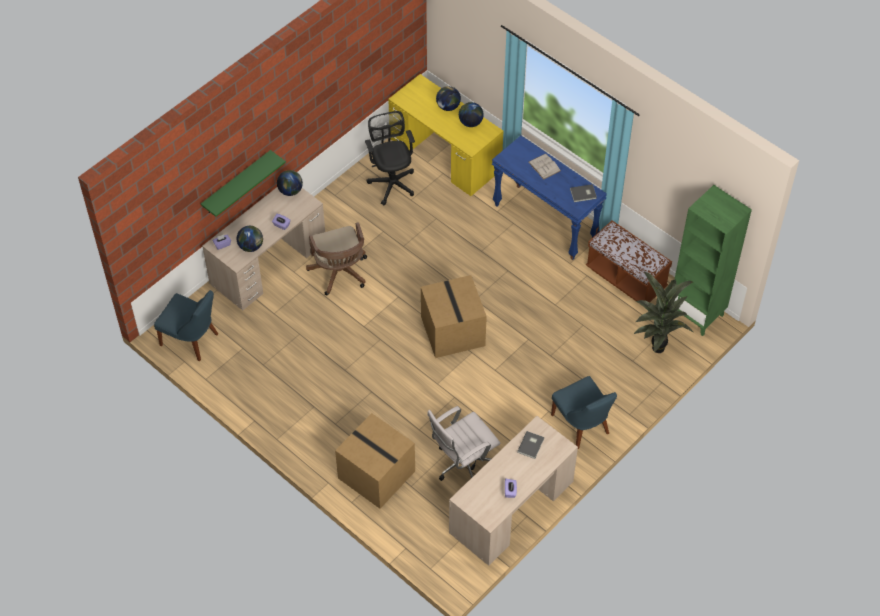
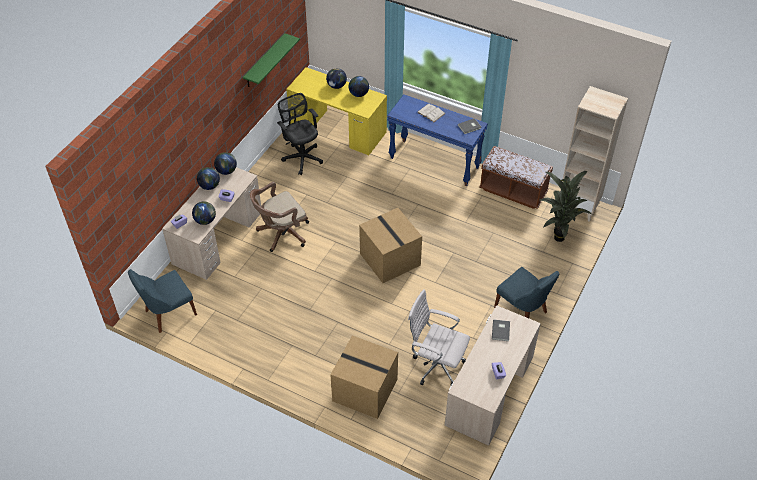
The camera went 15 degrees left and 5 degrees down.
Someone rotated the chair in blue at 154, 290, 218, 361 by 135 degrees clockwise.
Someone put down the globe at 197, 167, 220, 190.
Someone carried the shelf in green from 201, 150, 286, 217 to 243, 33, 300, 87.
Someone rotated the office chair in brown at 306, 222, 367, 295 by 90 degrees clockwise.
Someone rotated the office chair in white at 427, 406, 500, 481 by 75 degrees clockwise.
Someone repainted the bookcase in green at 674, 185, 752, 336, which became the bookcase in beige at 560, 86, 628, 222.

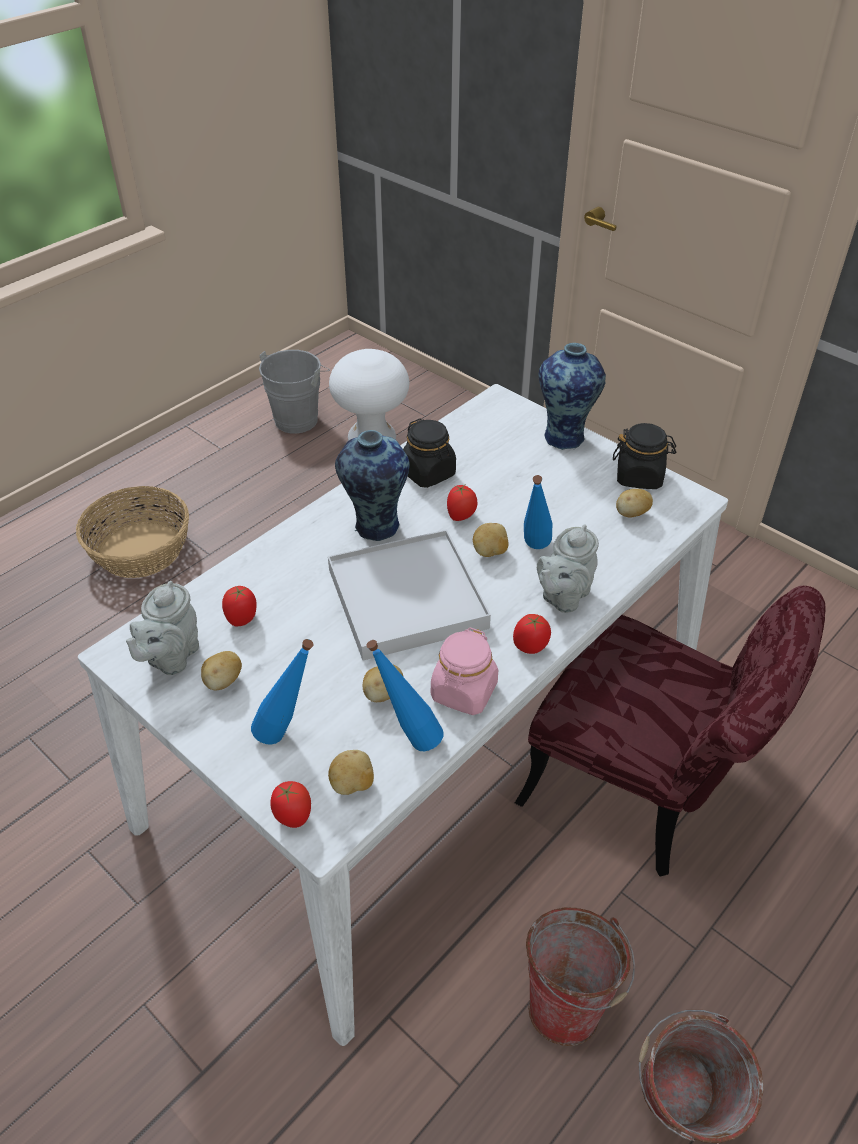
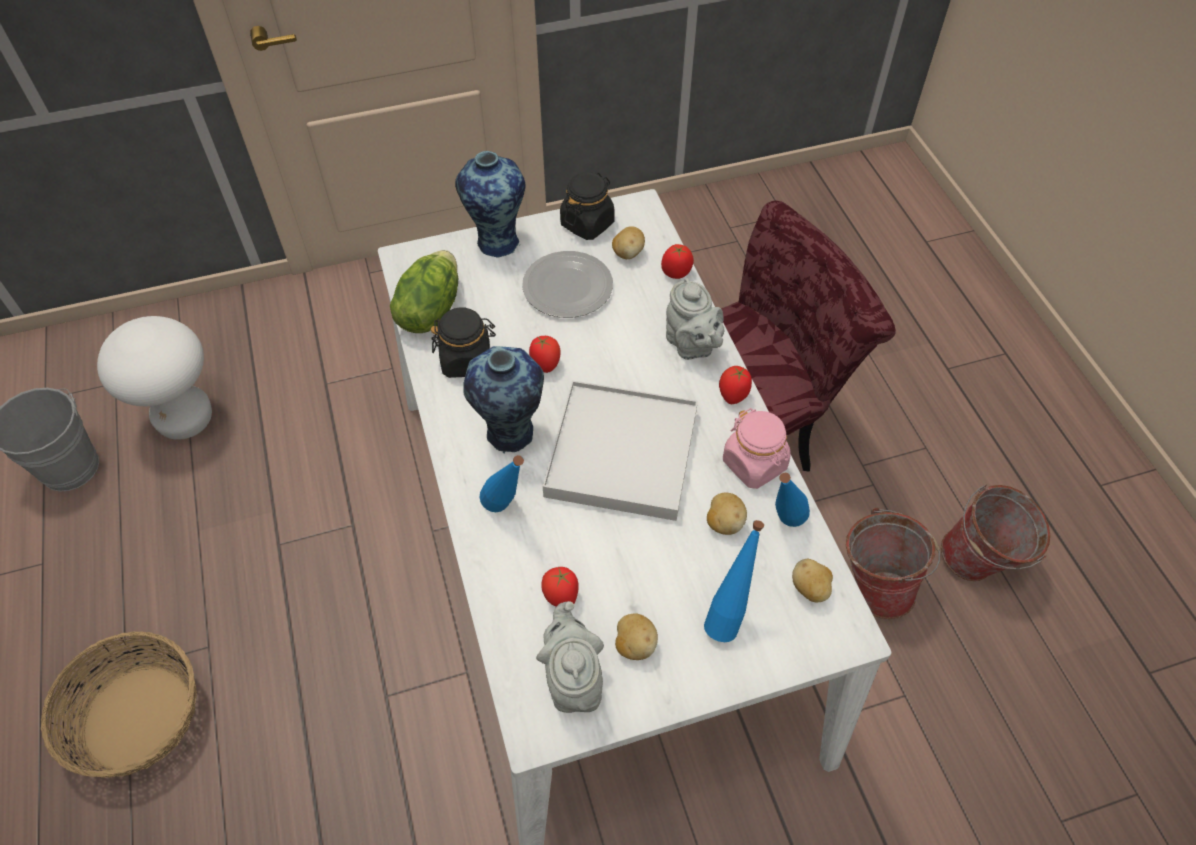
The camera went 60 degrees left and 10 degrees up.
Someone put down the lettuce at 390, 250, 458, 333.
Someone carried the bottle in blue from 524, 475, 552, 549 to 479, 455, 524, 512.
Someone put down the plate at 522, 251, 613, 318.
Someone rotated the teapot in grey at 126, 581, 199, 675 by 150 degrees counterclockwise.
Someone carried the tomato from 270, 781, 311, 828 to 661, 244, 694, 279.
Someone took away the potato at 473, 523, 508, 557.

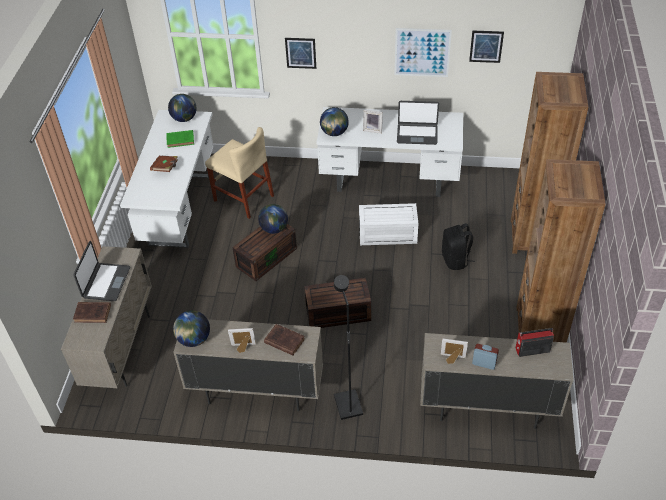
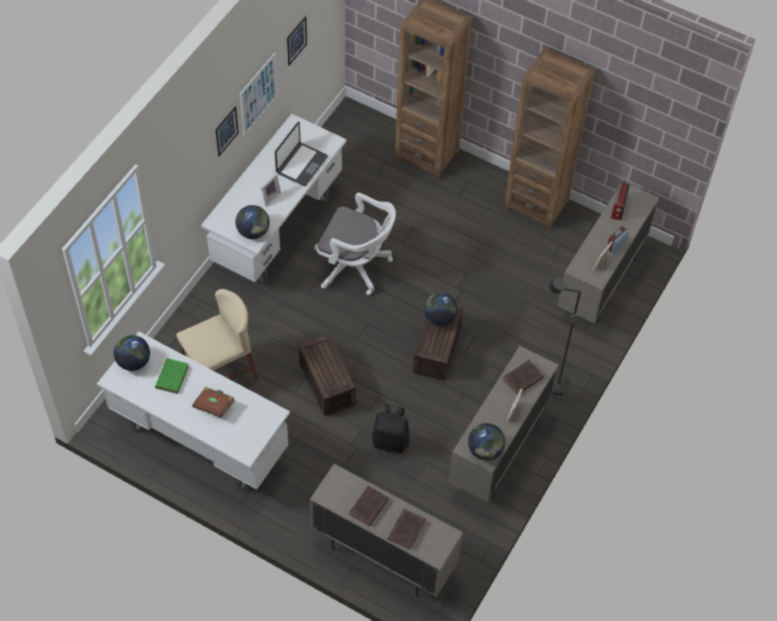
The camera went 70 degrees left and 10 degrees up.
Someone carried the picture from 285, 38, 316, 69 to 215, 106, 239, 156.
Someone swapped the storage box in white at 359, 203, 418, 245 for the office chair in white at 314, 193, 396, 295.
Someone swapped the laptop at 74, 241, 130, 301 for the book in brown at 349, 486, 389, 527.
Someone carried the backpack in black from 442, 223, 475, 270 to 372, 404, 409, 453.
Someone carried the globe from 258, 204, 288, 234 to 424, 293, 458, 326.

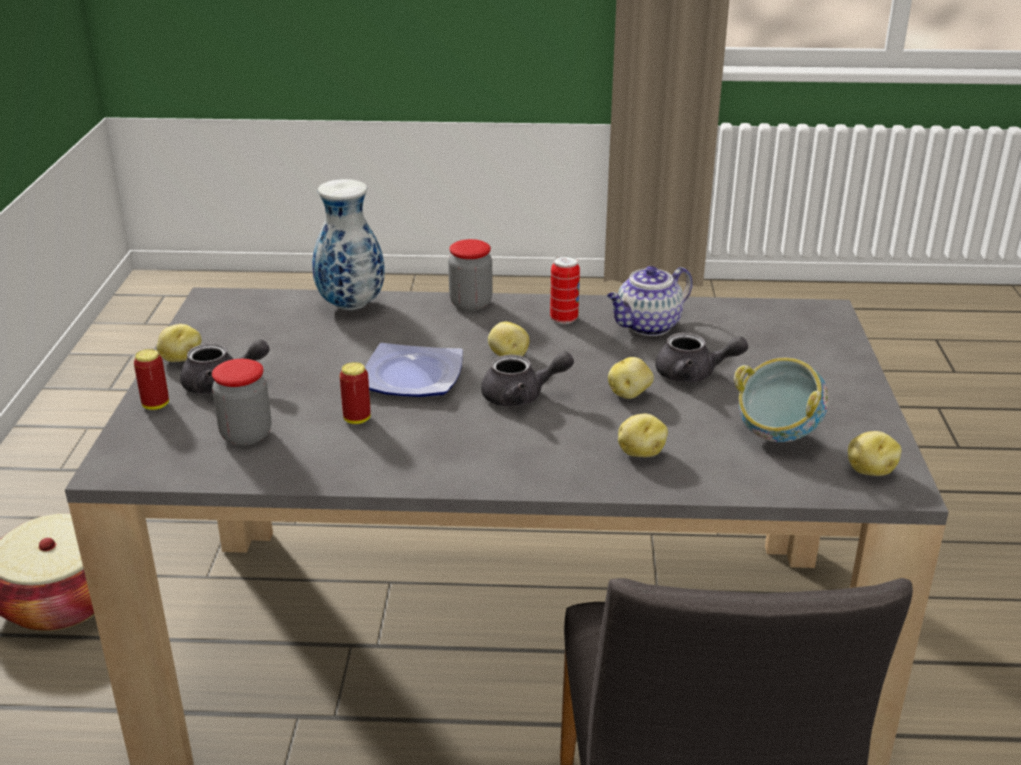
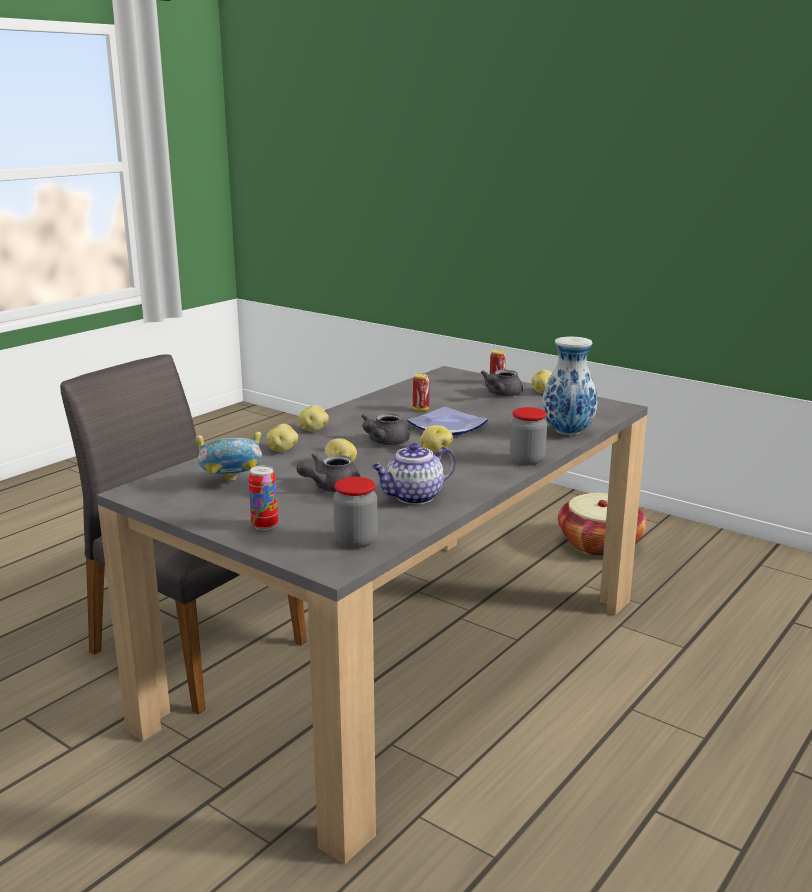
The camera went 125 degrees right and 10 degrees down.
Someone carried the can from 550, 255, 580, 324 to 248, 466, 278, 530.
Someone carried the potato from 848, 431, 901, 476 to 299, 405, 329, 432.
Someone carried the jar from 212, 359, 271, 446 to 333, 477, 378, 548.
Someone rotated the teapot at 607, 266, 693, 336 by 120 degrees counterclockwise.

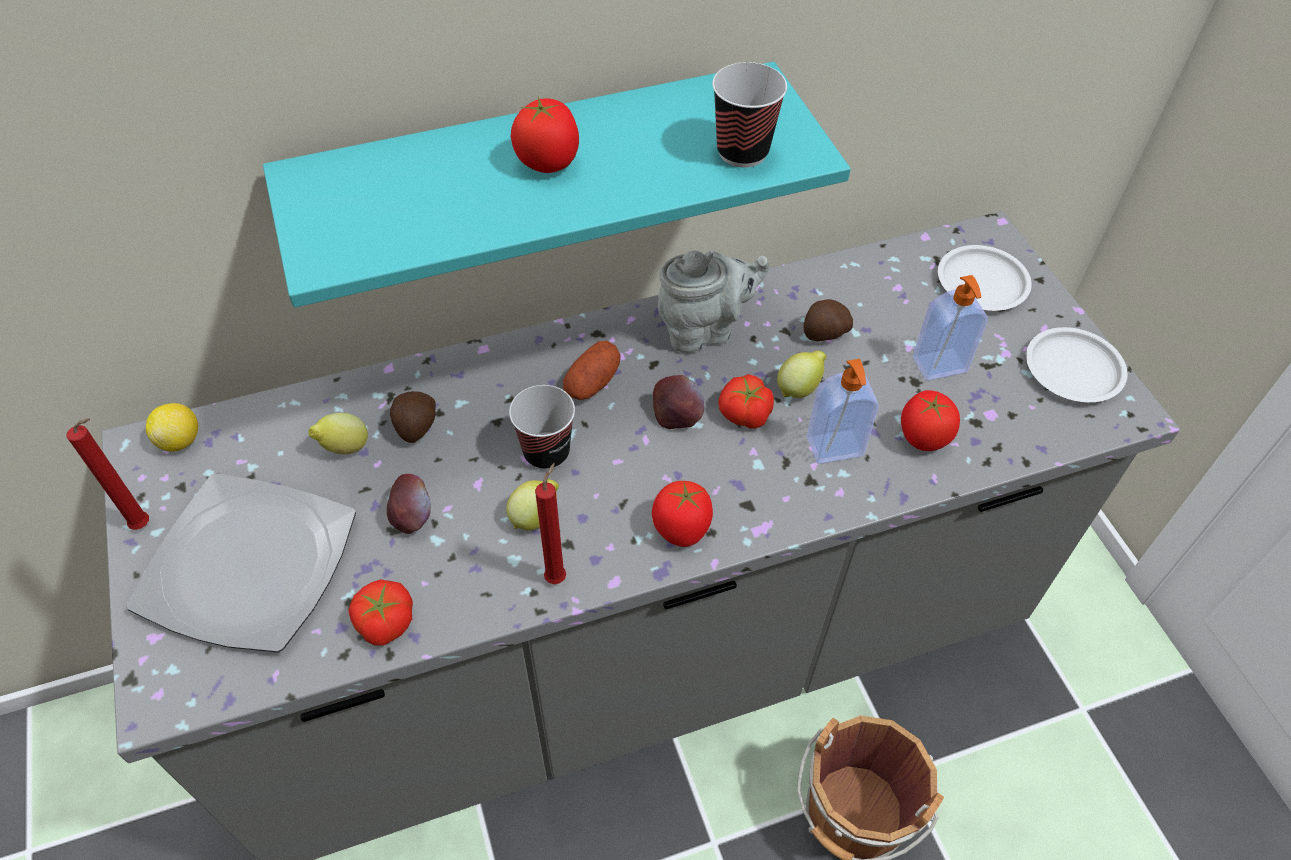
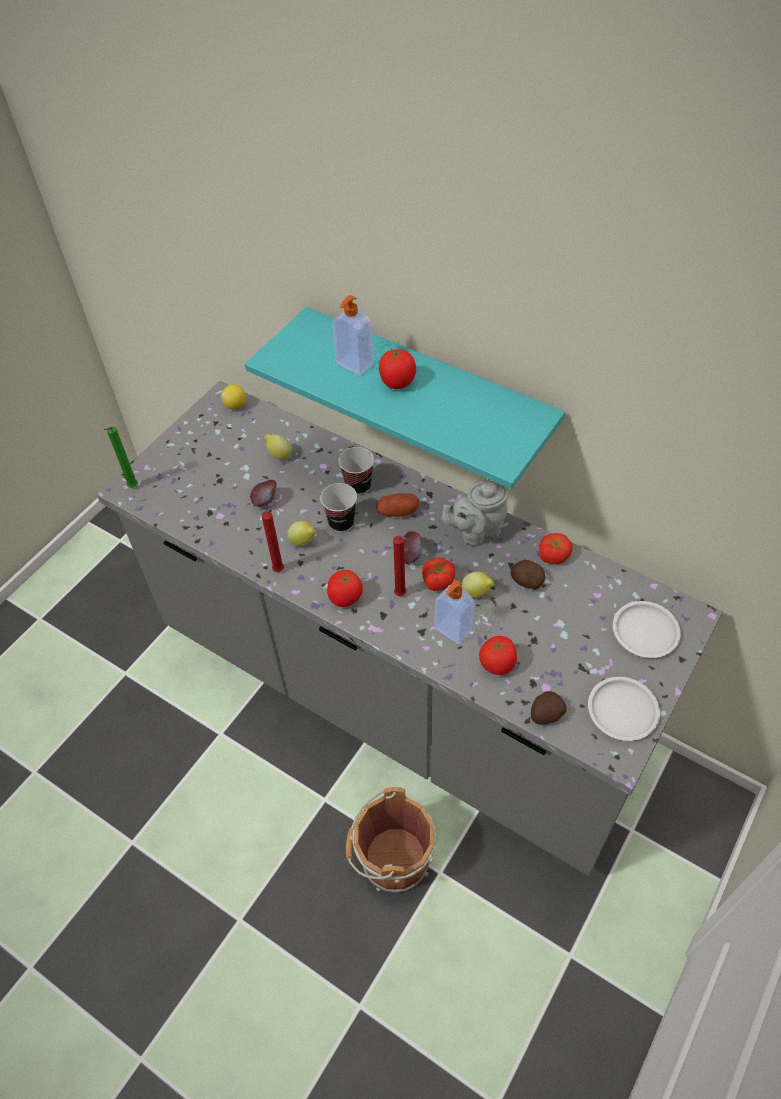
The camera went 55 degrees right and 0 degrees up.
Someone put down the candle in green at 104, 427, 138, 488.
Someone carried the soap dispenser from 913, 275, 988, 381 to 332, 295, 374, 375.
Someone carried the cup from 712, 62, 787, 168 to 338, 447, 374, 495.
Someone carried the candle in red from 67, 418, 149, 530 to 393, 536, 407, 596.
Someone rotated the teapot in grey at 658, 251, 769, 353 by 120 degrees clockwise.
Someone carried the potato from 390, 391, 436, 443 to 531, 691, 567, 724.
Someone carried the tomato from 348, 579, 413, 645 to 539, 533, 572, 564.
Someone took away the plate at 127, 473, 356, 653.

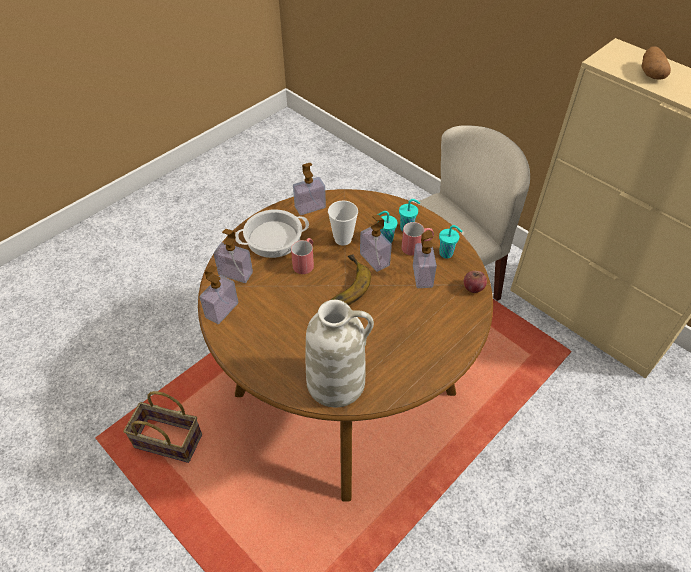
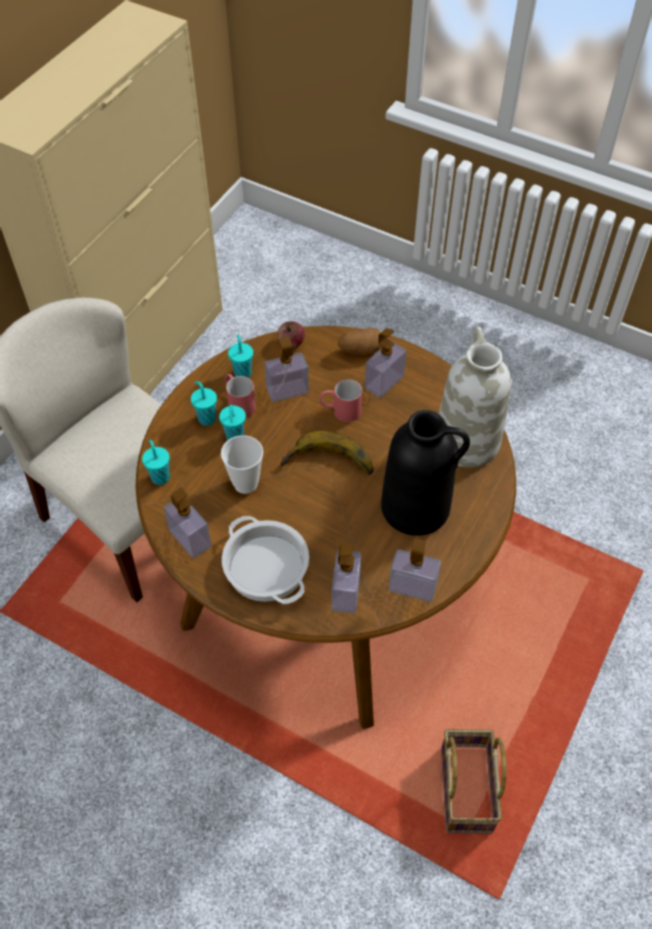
The camera went 105 degrees left and 5 degrees up.
Someone put down the cup in turquoise at 142, 439, 170, 485.
Someone carried the mug in red from 291, 238, 314, 274 to 319, 379, 362, 422.
Someone carried the potato from 642, 46, 671, 79 to 338, 328, 381, 355.
Someone carried the soap dispenser from 360, 215, 392, 272 to 365, 328, 406, 398.
Someone put down the vase in black at 381, 410, 470, 536.

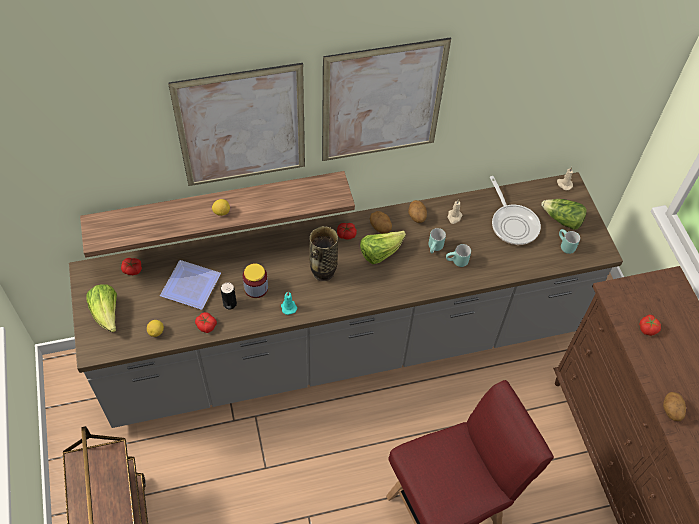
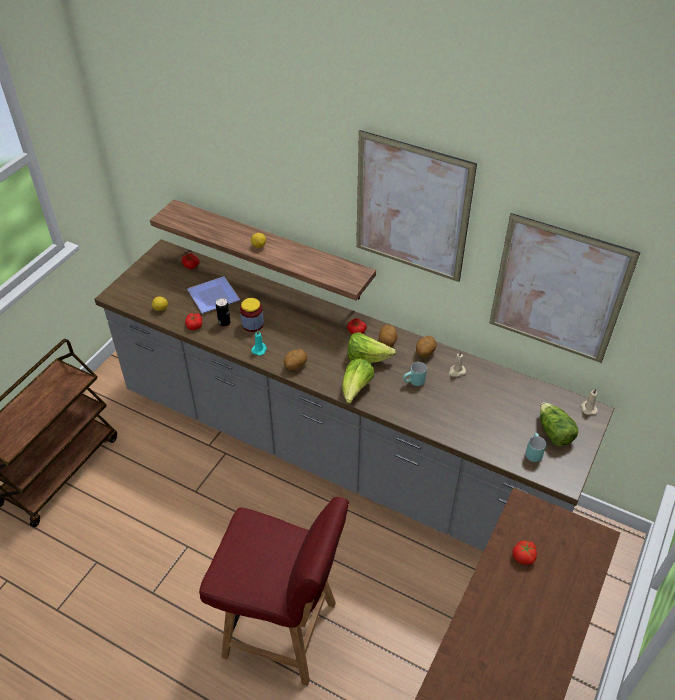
The camera went 45 degrees right and 10 degrees down.
Someone carried the potato from 663, 392, 686, 421 to 284, 349, 307, 370.
Someone carried the lettuce from 86, 284, 117, 332 to 342, 359, 374, 403.
Someone carried the picture from 168, 63, 305, 186 to 489, 213, 641, 363.
Someone took away the vase at 309, 226, 338, 282.
Someone took away the mug in turquoise at 446, 244, 471, 267.
Someone took away the frying pan at 490, 176, 541, 245.

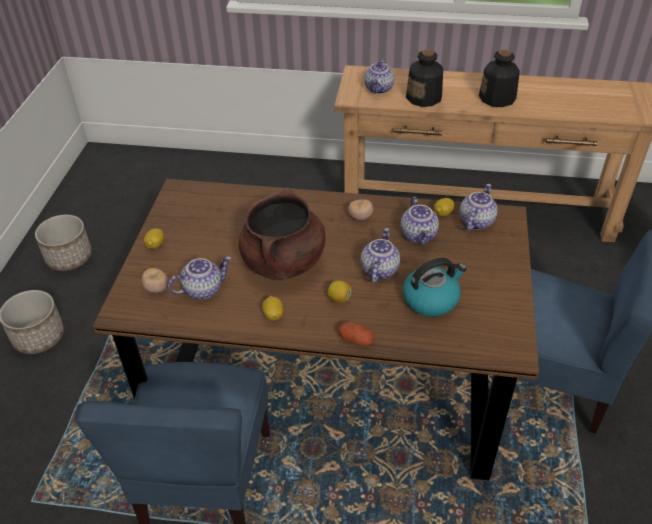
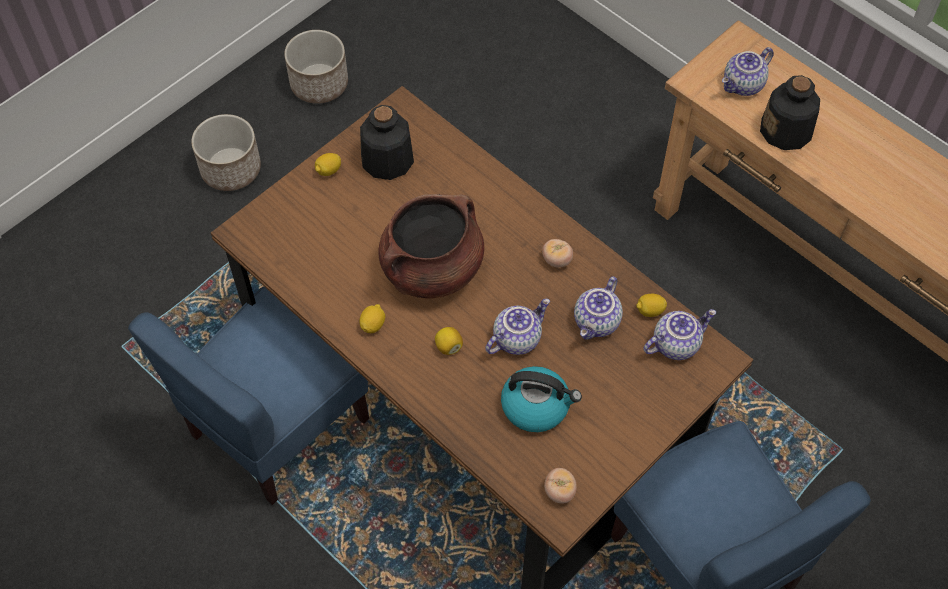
The camera went 35 degrees right and 15 degrees up.
Someone carried the bottle from 479, 50, 520, 107 to 360, 105, 414, 180.
Someone carried the tomato from 141, 268, 168, 293 to 544, 468, 577, 504.
Someone took away the teapot at 168, 256, 231, 300.
Someone took away the potato at 339, 322, 375, 346.

